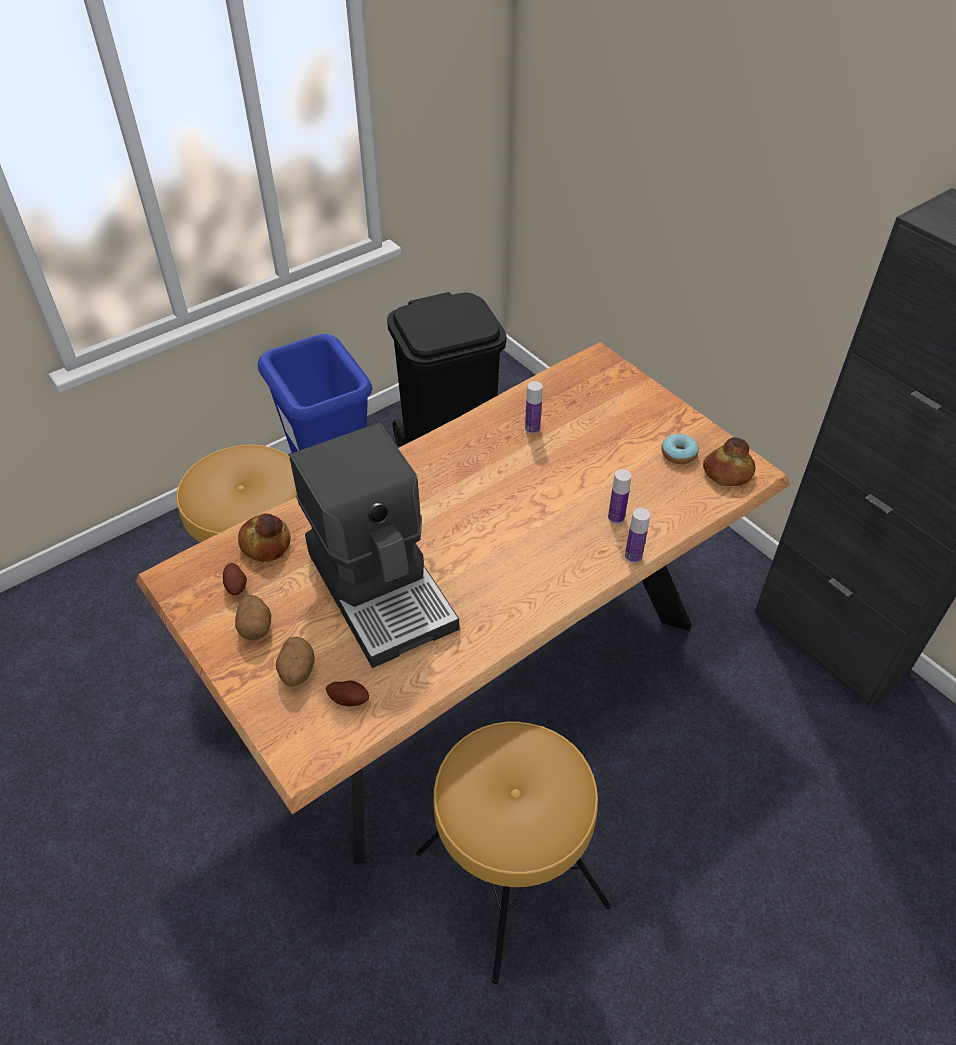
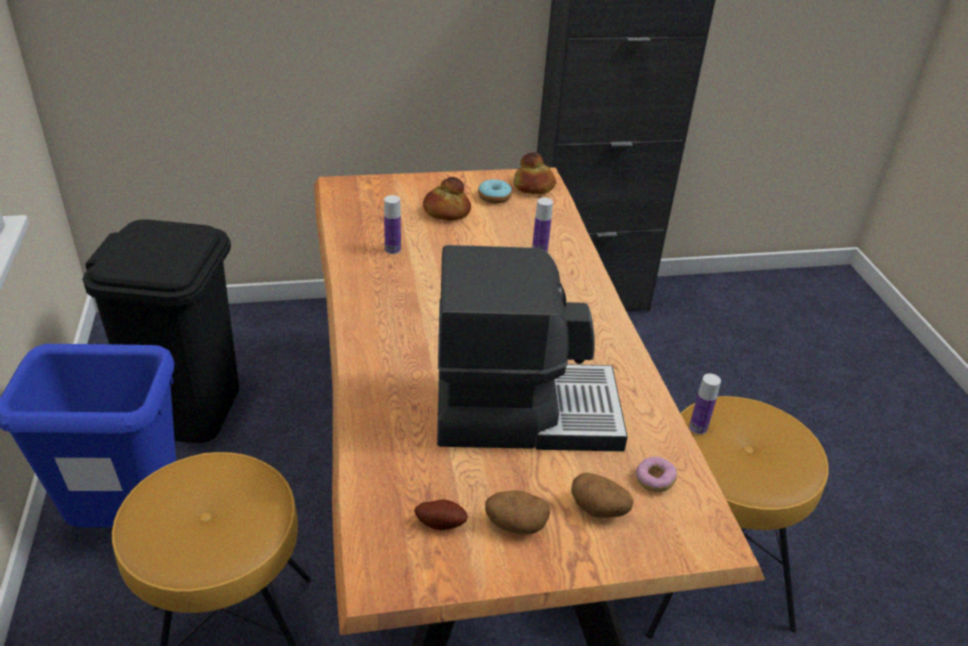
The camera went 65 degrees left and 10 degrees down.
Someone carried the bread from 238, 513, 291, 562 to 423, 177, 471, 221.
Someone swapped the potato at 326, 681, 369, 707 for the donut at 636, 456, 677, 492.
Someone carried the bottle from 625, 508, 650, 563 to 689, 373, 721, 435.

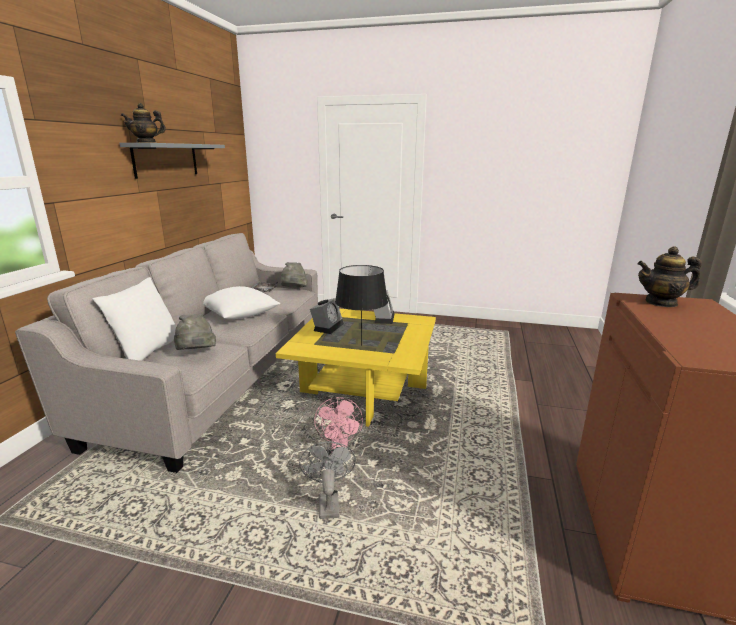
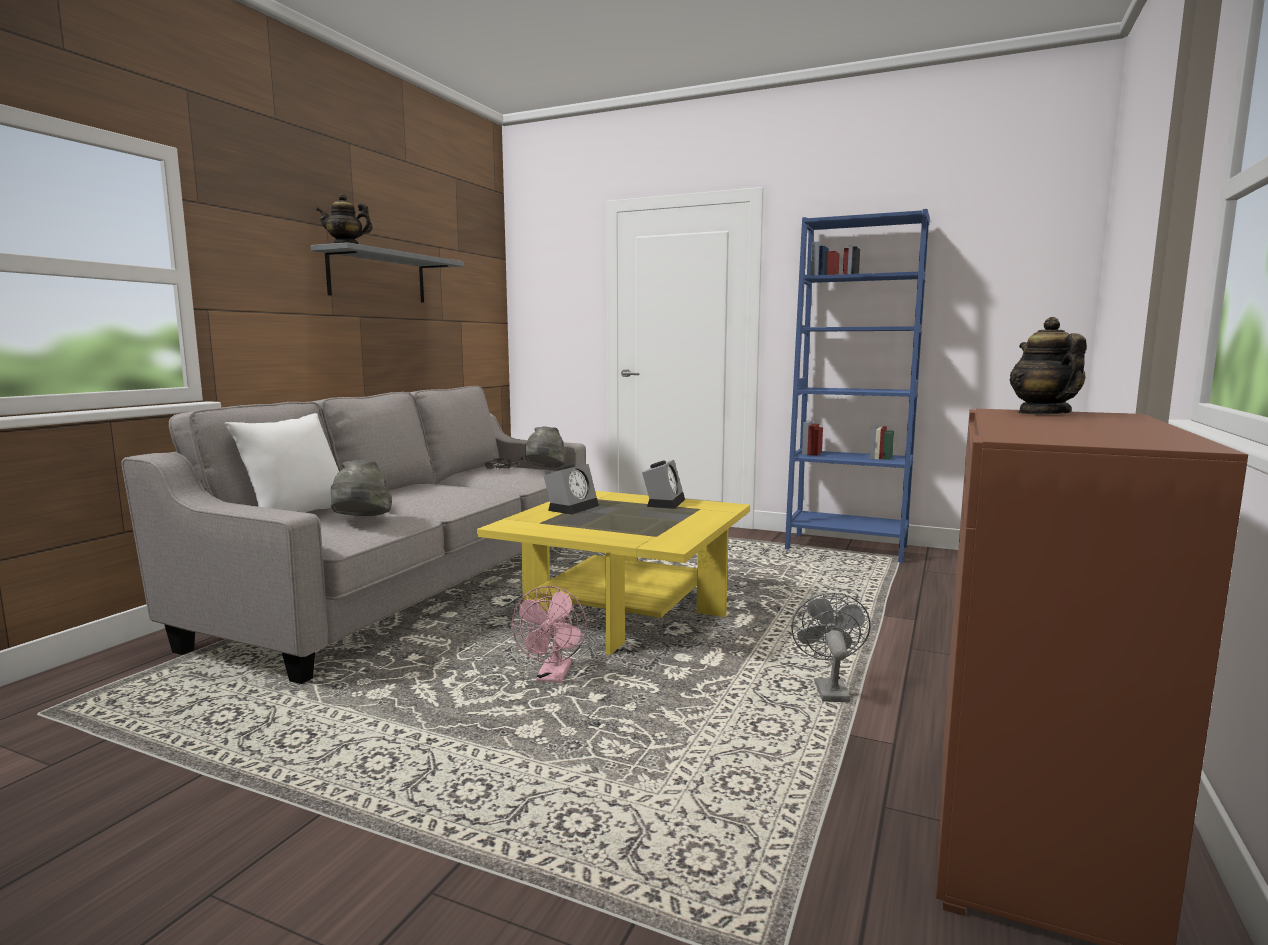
The camera went 10 degrees right and 10 degrees down.
Someone put down the bookcase in blue at 785, 209, 929, 563.
Someone carried the fan in grey from 299, 441, 356, 519 to 791, 593, 871, 702.
Someone rotated the teapot at 638, 246, 702, 307 by 75 degrees clockwise.
Someone took away the pillow in white at 203, 286, 280, 319.
Someone took away the table lamp in black at 335, 265, 388, 346.

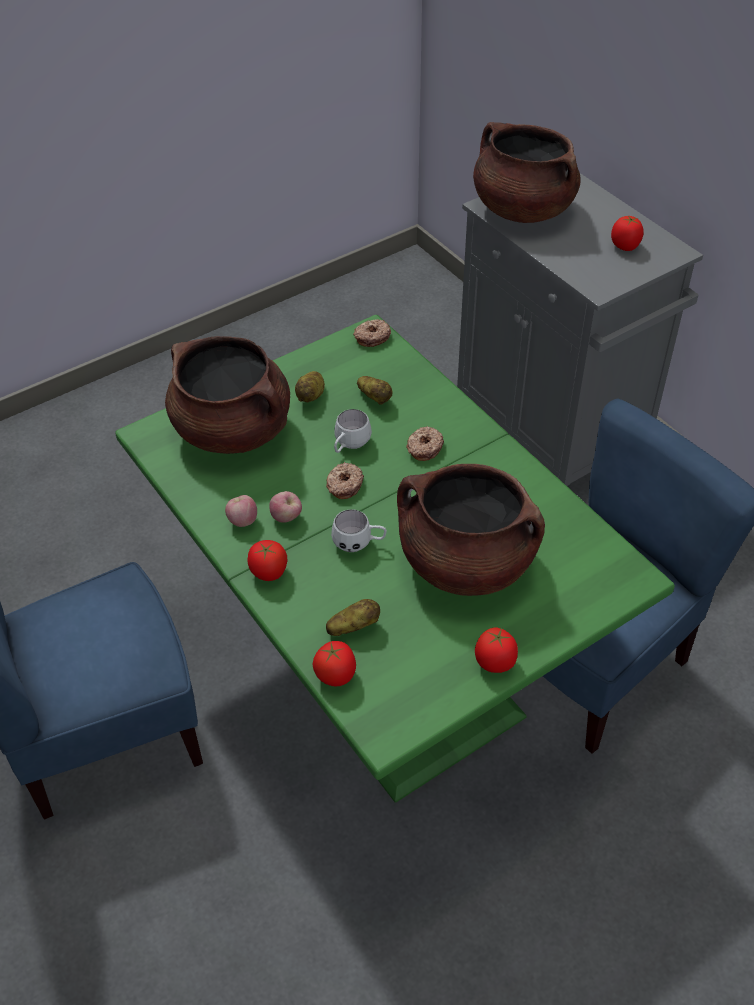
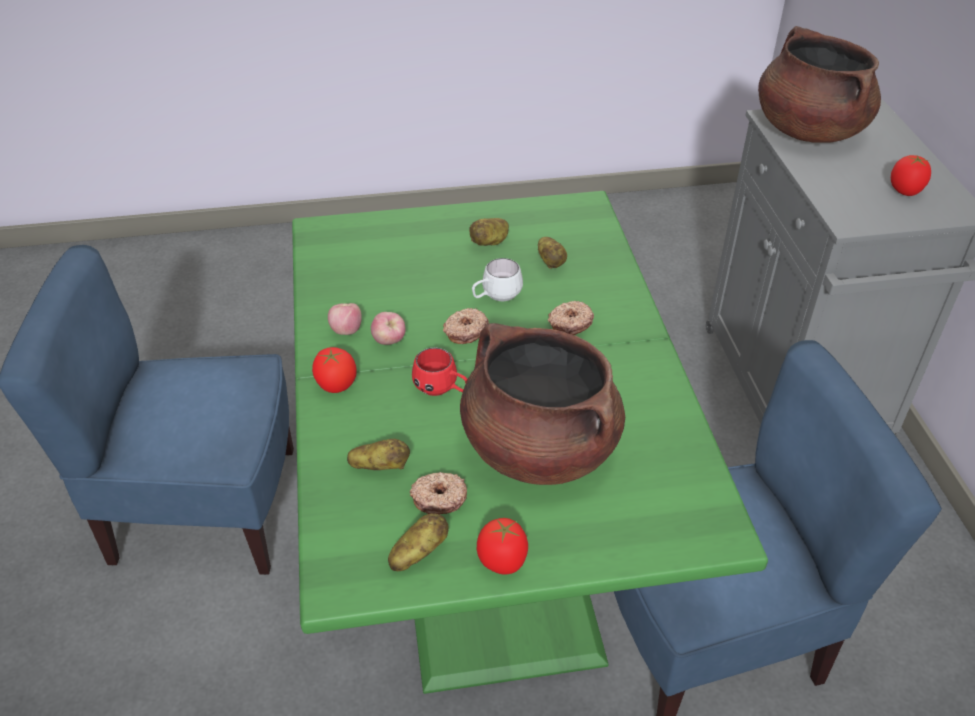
The camera went 25 degrees right and 5 degrees down.
Someone put down the potato at 388, 513, 449, 571.
Someone carried the donut from 353, 319, 391, 347 to 410, 472, 467, 514.
Someone repainted the mug in white at 331, 509, 387, 552, which became the mug in red at 412, 347, 468, 396.
Someone took away the cooking pot in brown at 165, 336, 290, 454.
Someone took away the tomato at 312, 641, 356, 687.

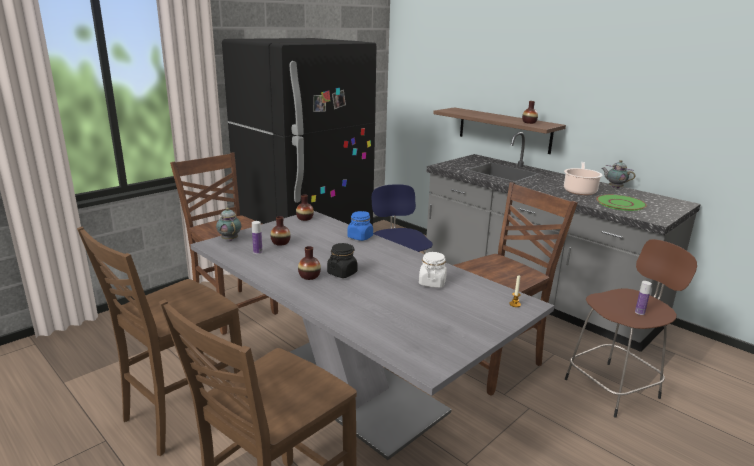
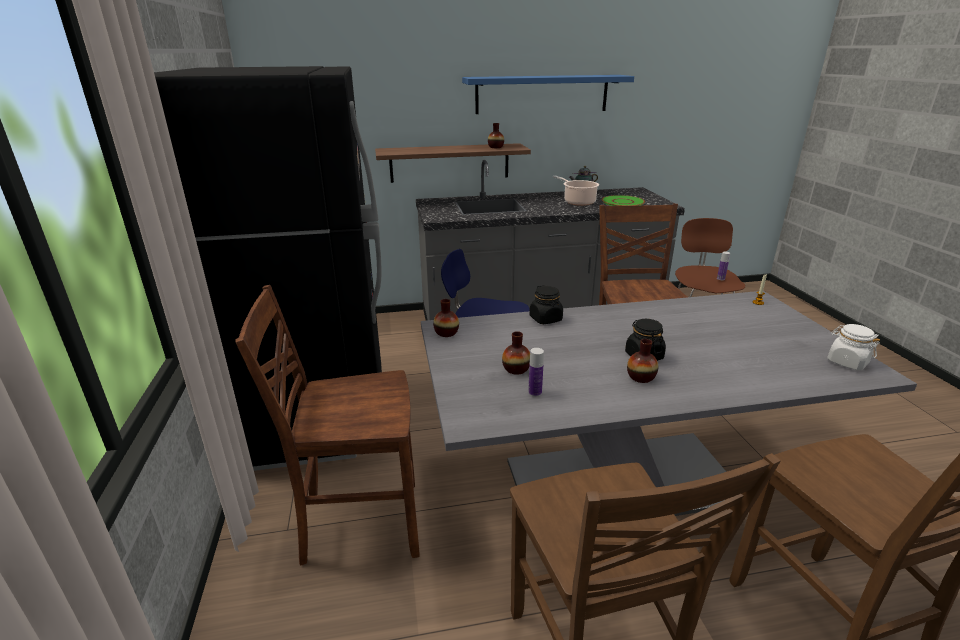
The camera went 55 degrees left and 5 degrees up.
Someone put up the shelf in blue at 462, 75, 634, 114.
Someone repainted the jar in blue at 347, 211, 373, 241, which became the jar in black at 530, 285, 563, 324.
Someone carried the jar in white from 419, 252, 447, 288 to 827, 324, 880, 370.
Someone took away the teapot at 216, 208, 241, 241.

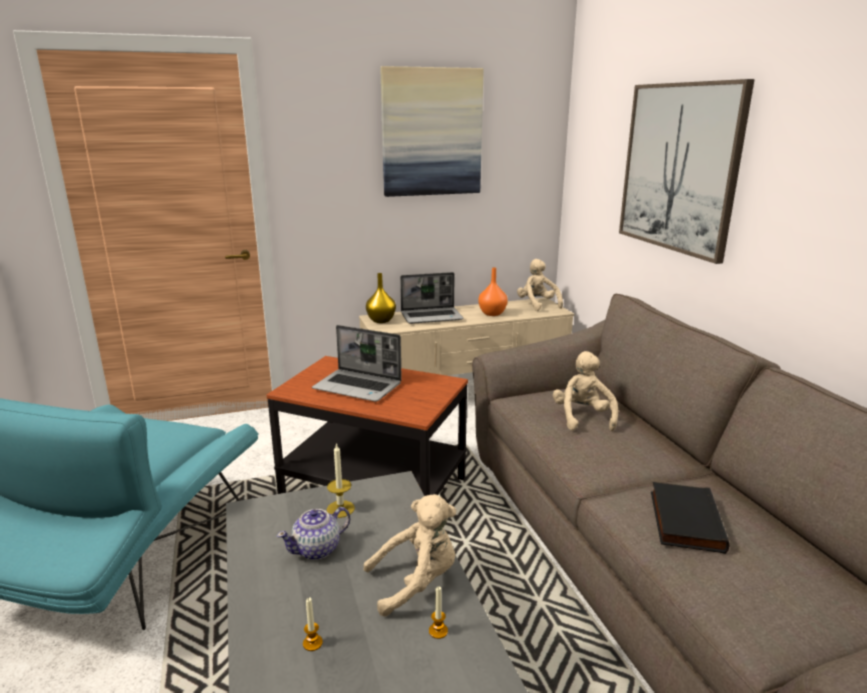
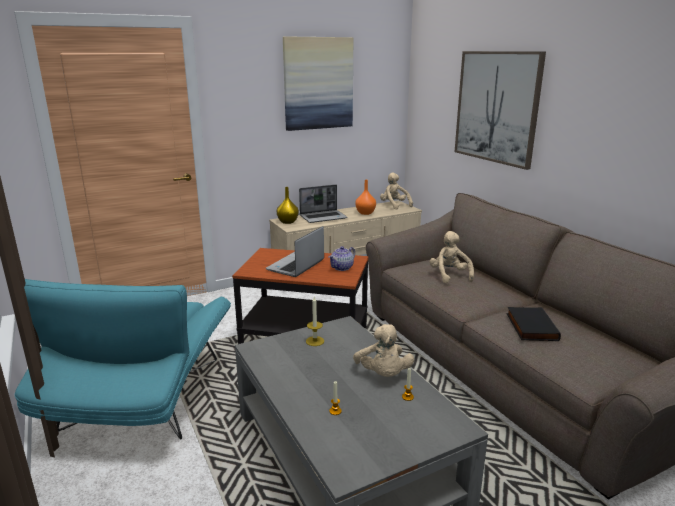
The camera went 10 degrees left and 0 degrees up.
Someone rotated the laptop at 312, 325, 402, 402 by 105 degrees clockwise.
Someone carried the teapot from 277, 507, 350, 560 to 328, 246, 355, 271.
Someone rotated the plush toy in beige at 364, 494, 456, 617 by 105 degrees clockwise.

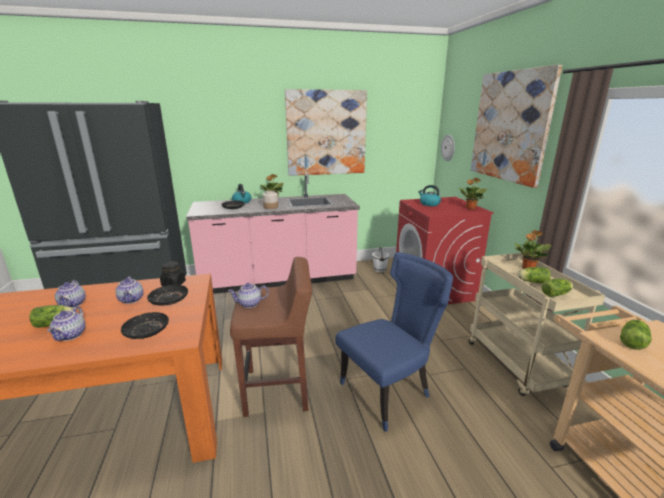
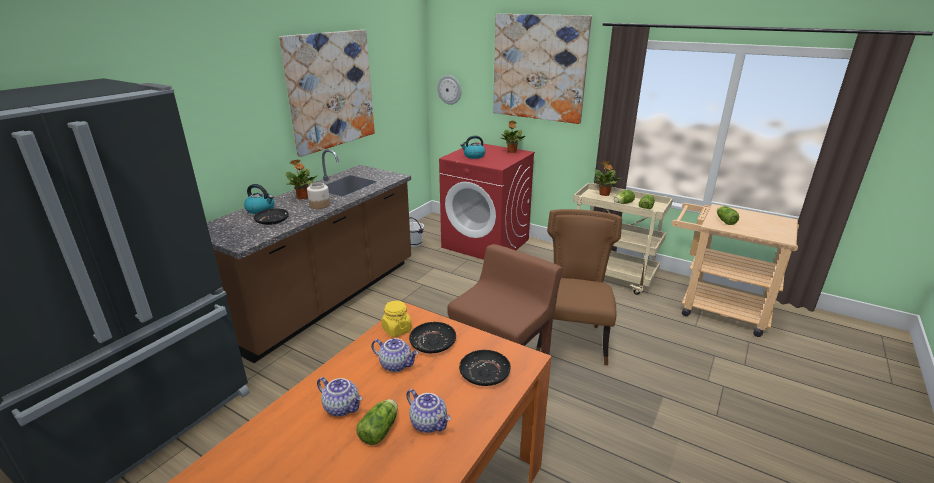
The camera went 45 degrees left and 5 degrees up.
Someone repainted the counter in pink at 186, 174, 360, 294, which became the counter in brown at 207, 149, 411, 363.
Someone repainted the jar in black at 160, 261, 186, 286, which became the jar in yellow at 381, 301, 412, 337.
Someone repainted the chair in blue at 335, 252, 453, 432, which became the chair in brown at 536, 209, 622, 365.
Someone took away the teapot at 228, 283, 269, 308.

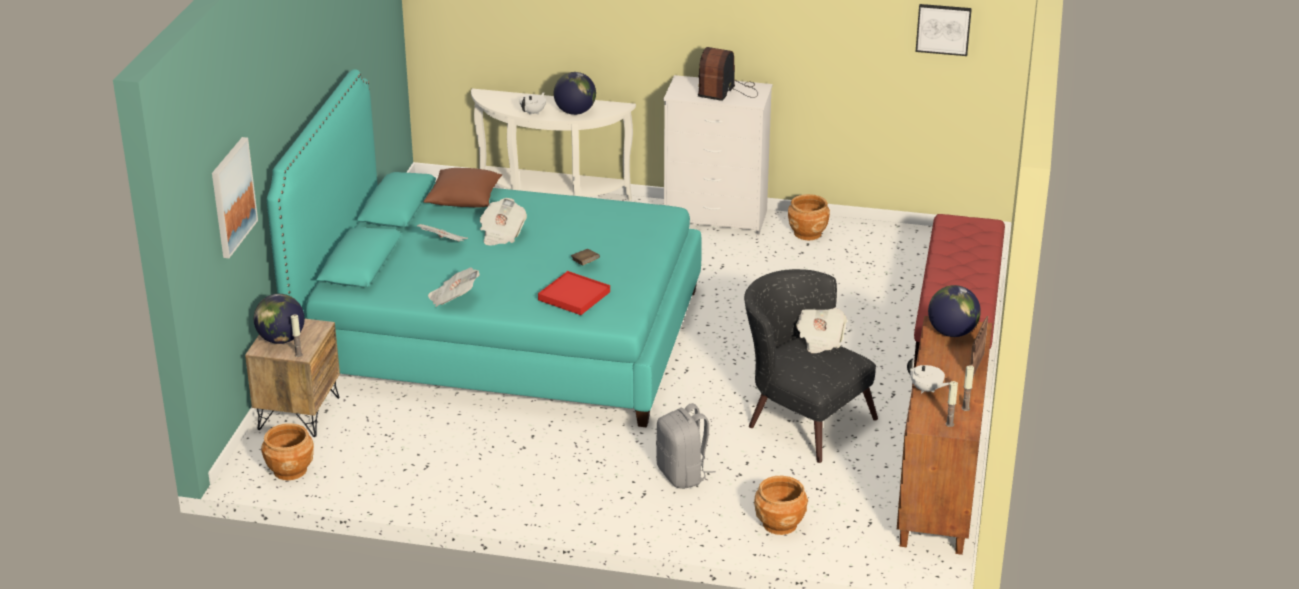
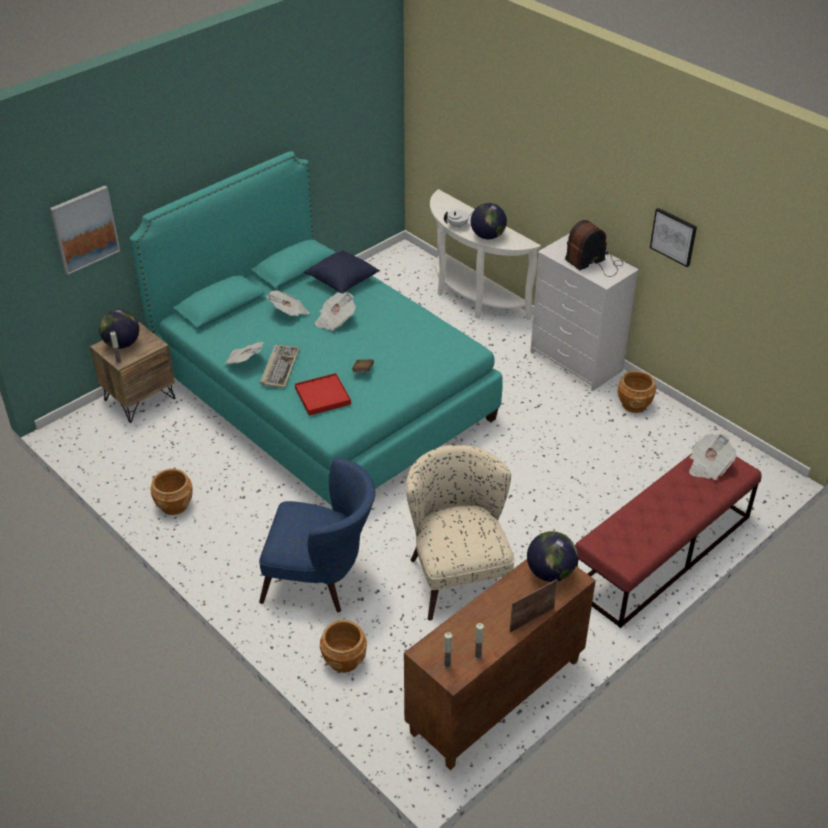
The camera went 35 degrees right and 10 degrees up.
Someone carried the planter in brown from 261, 423, 314, 480 to 150, 469, 192, 515.
Someone swapped the backpack in grey at 656, 403, 716, 489 for the armchair in blue at 259, 458, 375, 613.
Someone put down the keyboard at 260, 345, 300, 388.
Someone repainted the pillow in brown at 424, 168, 502, 208, which became the pillow in blue at 303, 250, 380, 293.
Someone repainted the armchair in black at 744, 269, 878, 463, which became the armchair in beige at 406, 445, 515, 621.
Someone carried the picture from 916, 4, 972, 56 to 650, 208, 697, 267.
Someone carried the newspaper from 796, 308, 847, 353 to 689, 434, 736, 480.
Someone took away the teapot in white at 907, 358, 950, 393.

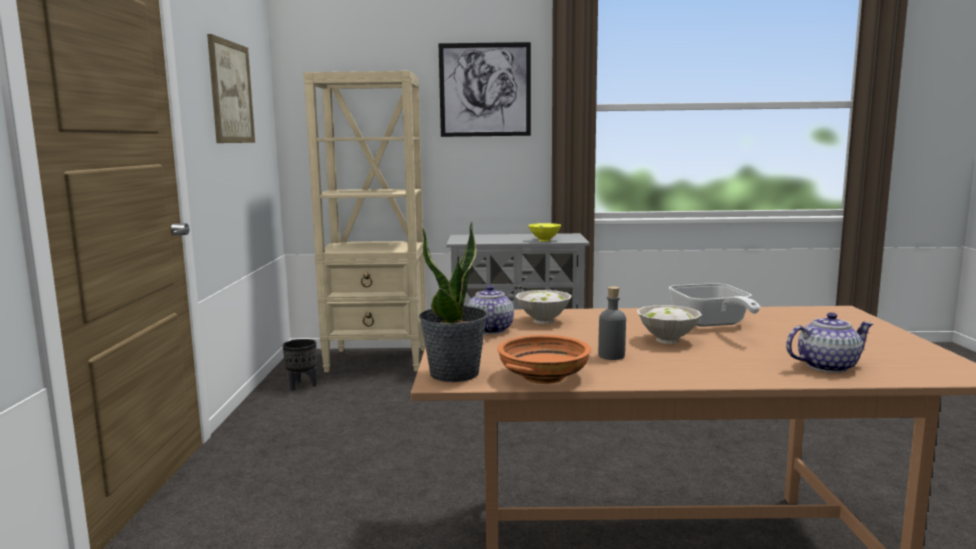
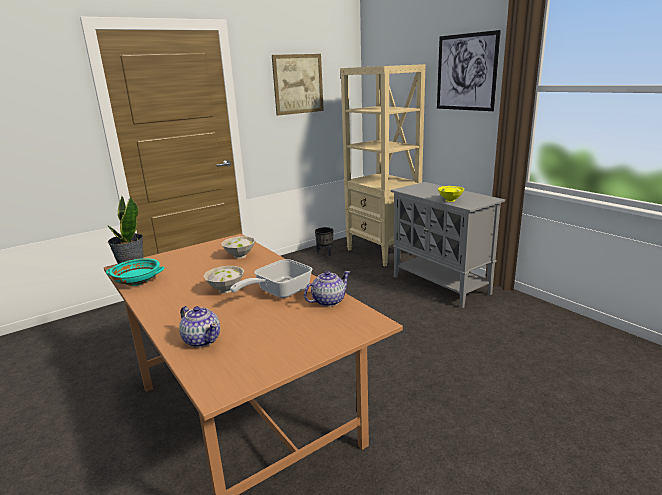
The camera went 55 degrees right and 10 degrees up.
Someone repainted the bowl in orange at 498, 335, 591, 384, which became the bowl in turquoise at 106, 258, 164, 286.
Someone carried the teapot from 467, 285, 514, 334 to 304, 271, 350, 307.
Someone took away the bottle in grey at 598, 286, 626, 360.

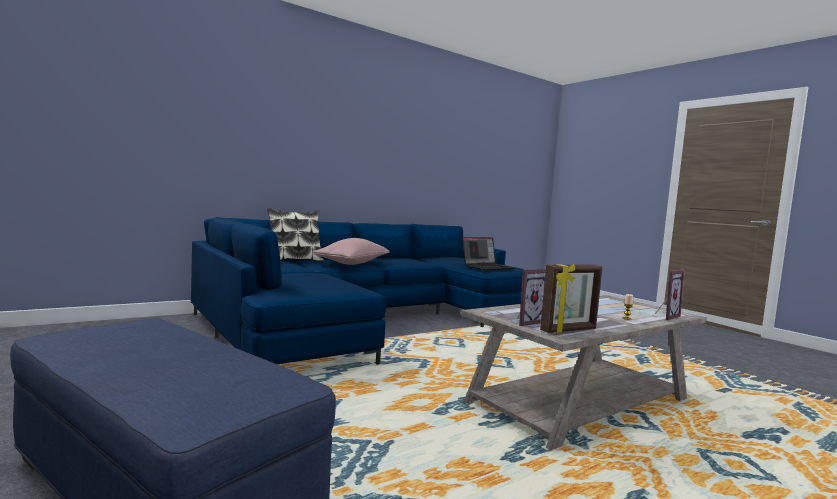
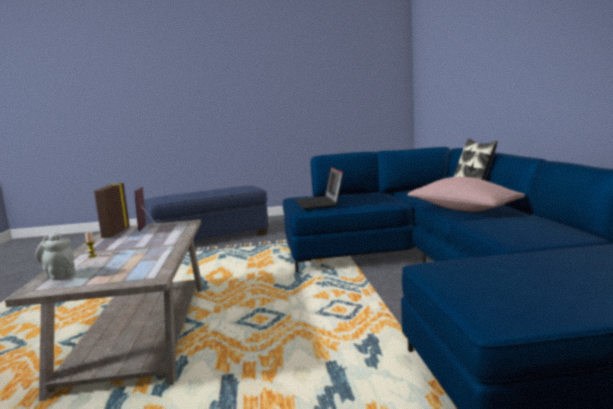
The camera went 120 degrees right and 5 degrees up.
Someone swapped the picture frame at 655, 270, 685, 320 for the teapot in grey at 36, 233, 76, 280.
Someone carried the laptop from 462, 237, 516, 271 to 295, 167, 344, 209.

